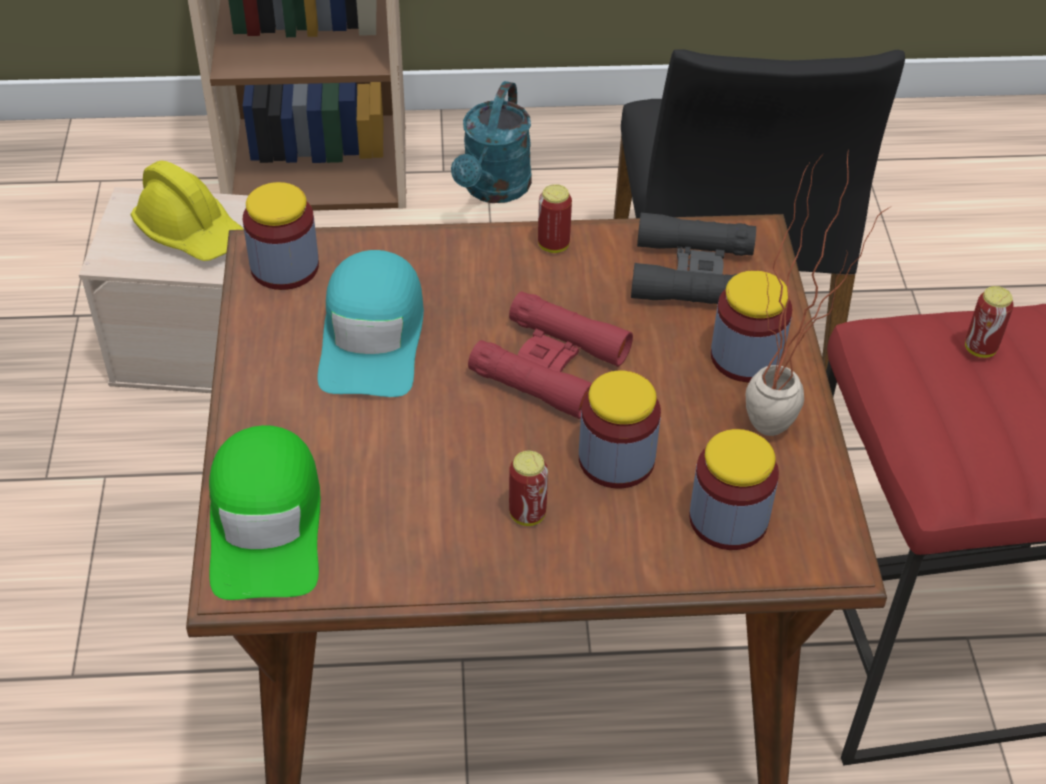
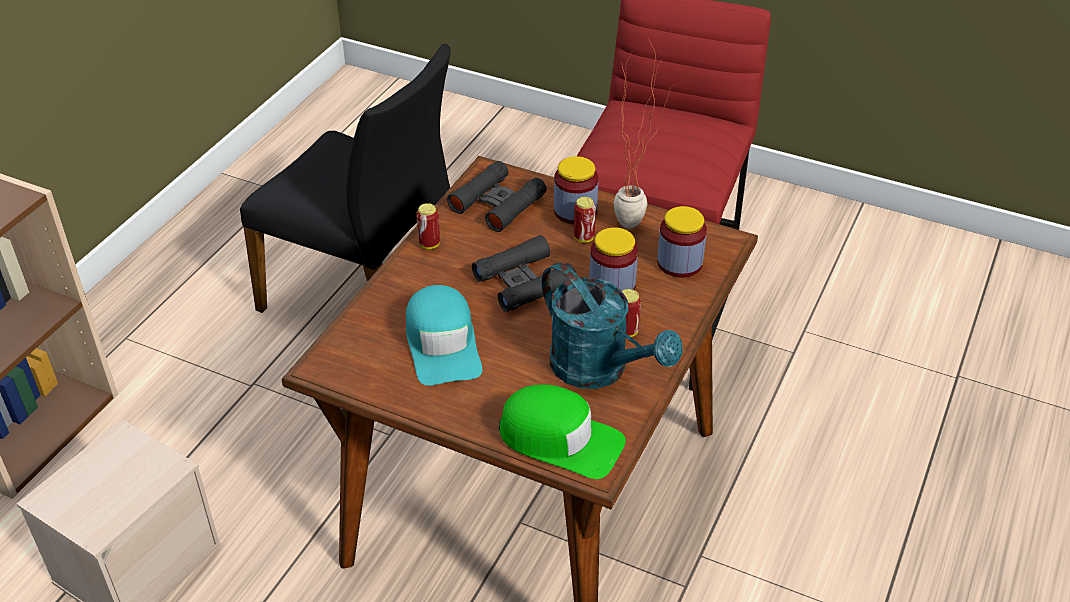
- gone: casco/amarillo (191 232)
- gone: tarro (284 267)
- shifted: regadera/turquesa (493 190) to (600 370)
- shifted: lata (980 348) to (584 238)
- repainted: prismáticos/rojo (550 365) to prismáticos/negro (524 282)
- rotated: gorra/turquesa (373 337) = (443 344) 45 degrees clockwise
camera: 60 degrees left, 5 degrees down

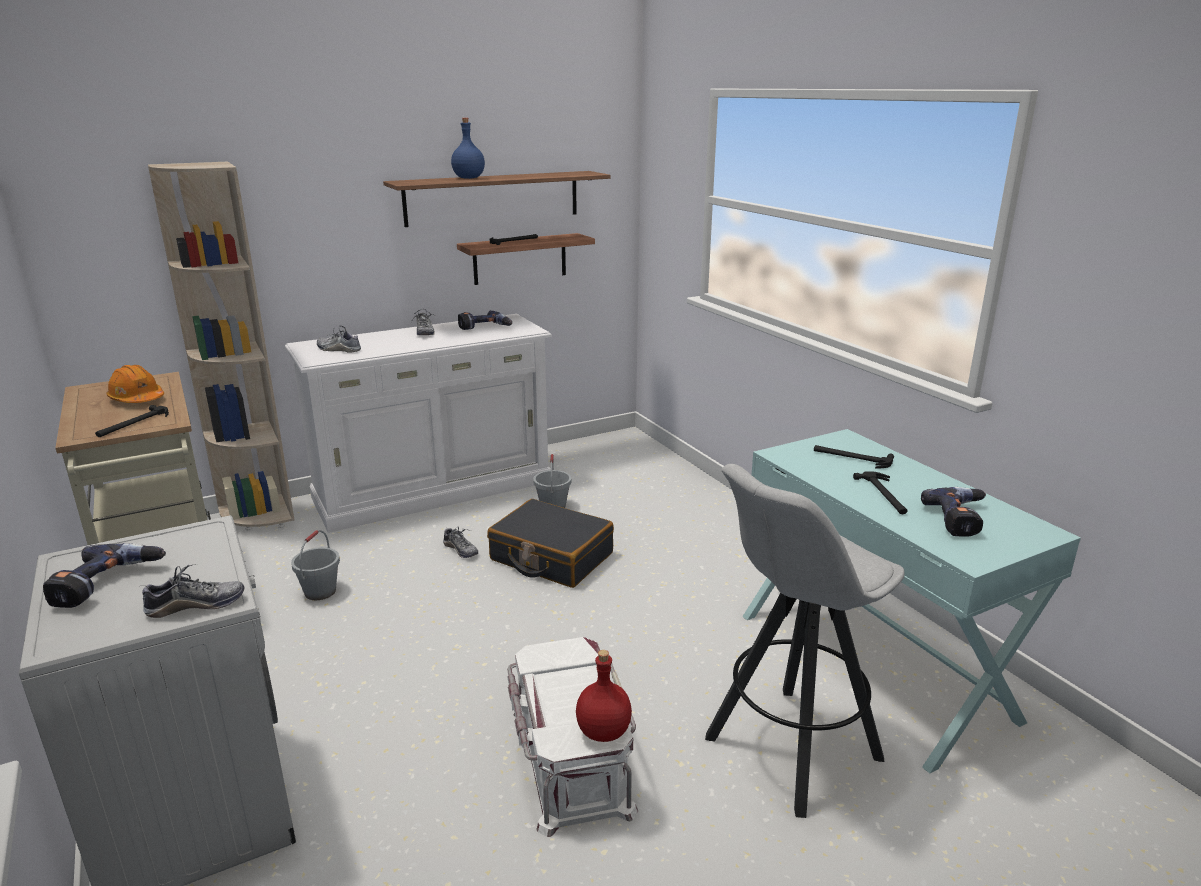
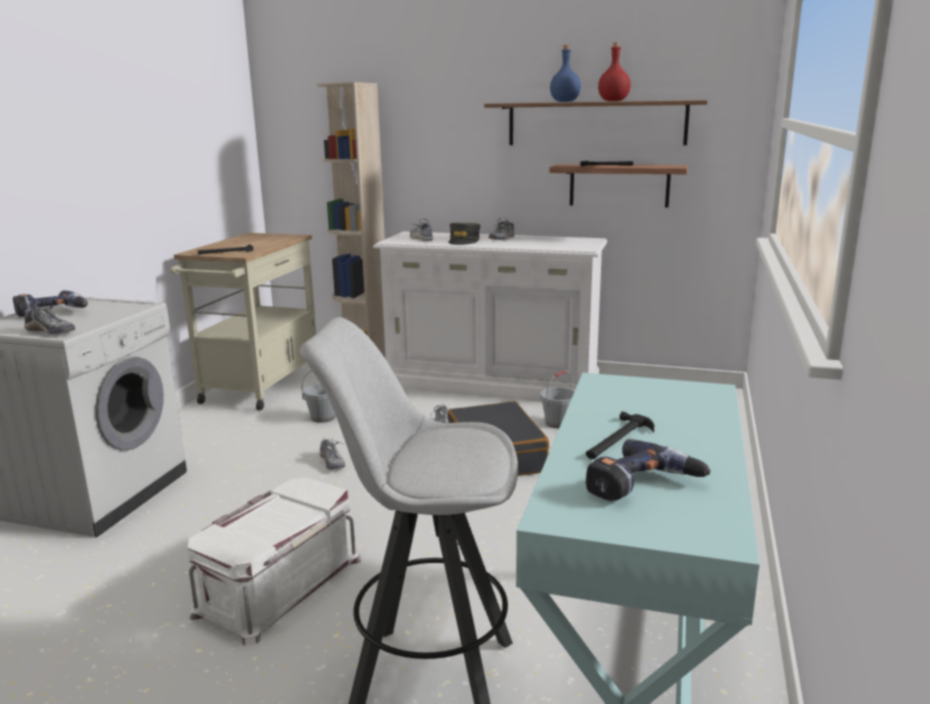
- gone: casco/naranja (137 399)
- gone: taladro (485 328)
- gone: martillo (852 458)
- new: zapato (332 462)
- new: gorra/gris (464 241)
- shifted: botella/rojo (602 731) to (613 101)
camera: 45 degrees right, 5 degrees down

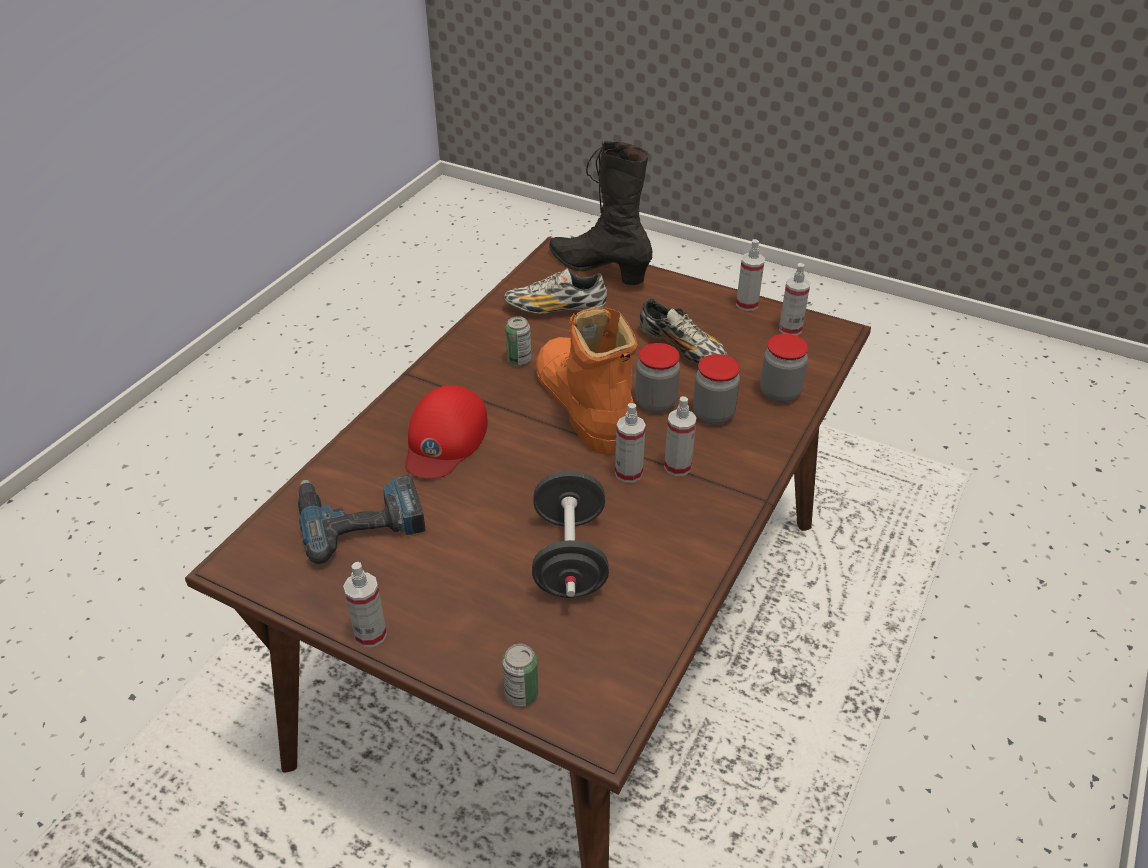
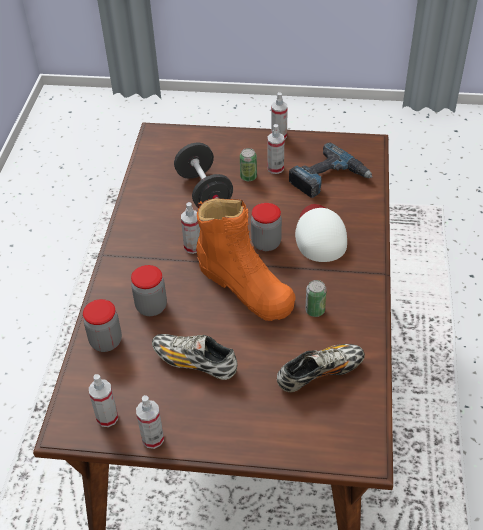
- gone: bota/negro (599 269)
- shifted: lata (521 694) to (248 177)
- shifted: tarro (655 403) to (266 243)
- shifted: pulverizador (677 466) to (275 168)
- repainted: gorra/rojo (444 439) to gorra/blanco (320 234)
camera: 160 degrees right, 5 degrees up

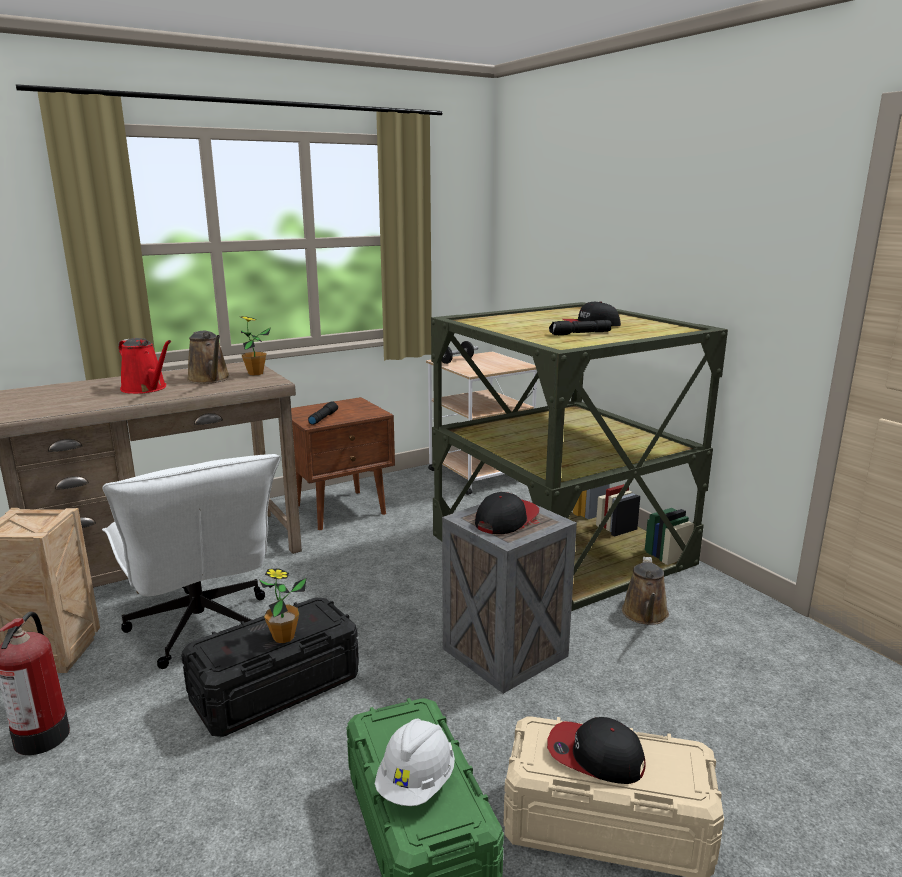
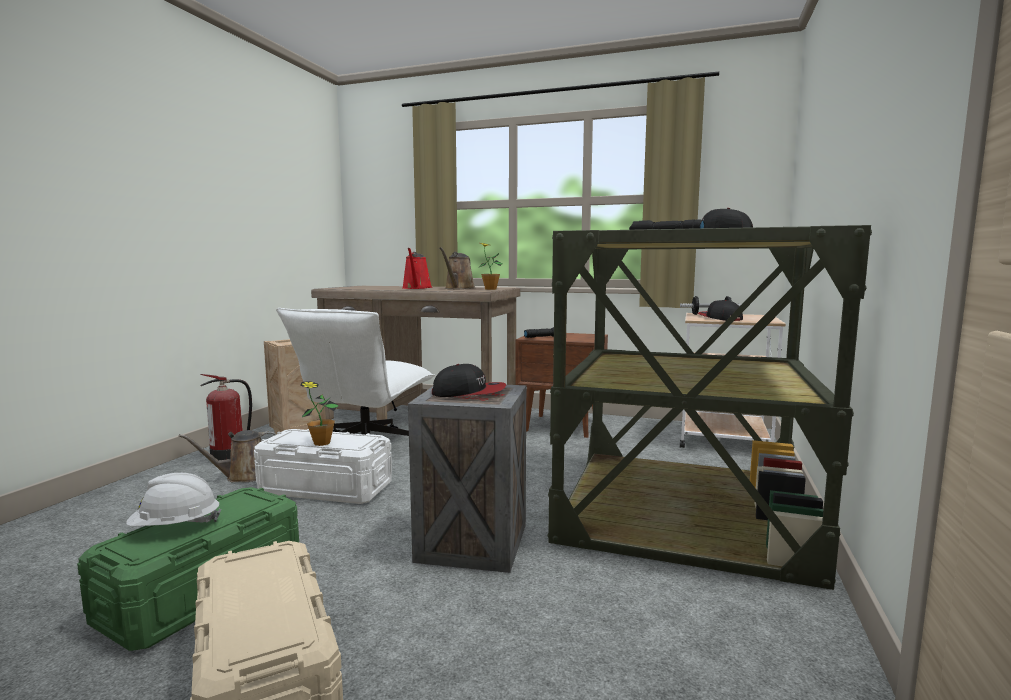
- shifted: gorra (595 756) to (719 318)
- shifted: regadera/marrón (645 615) to (243 476)
- repainted: caja de almacenaje/negro (275 688) to caja de almacenaje/blanco (325 488)
camera: 50 degrees right, 10 degrees down

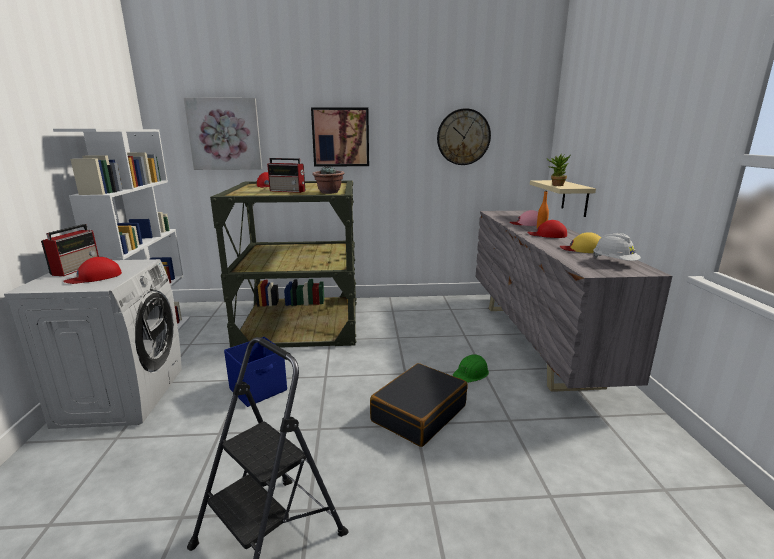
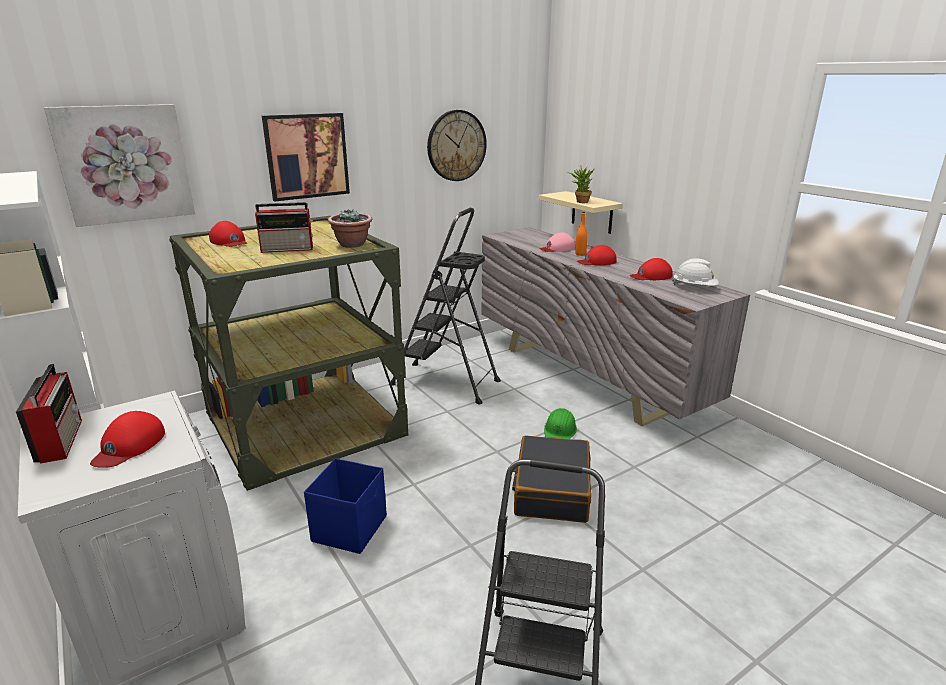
- new: escalera de tijera (446 383)
- repainted: gorra/amarillo (583 249) to gorra/rojo (651 276)
camera: 30 degrees left, 5 degrees up

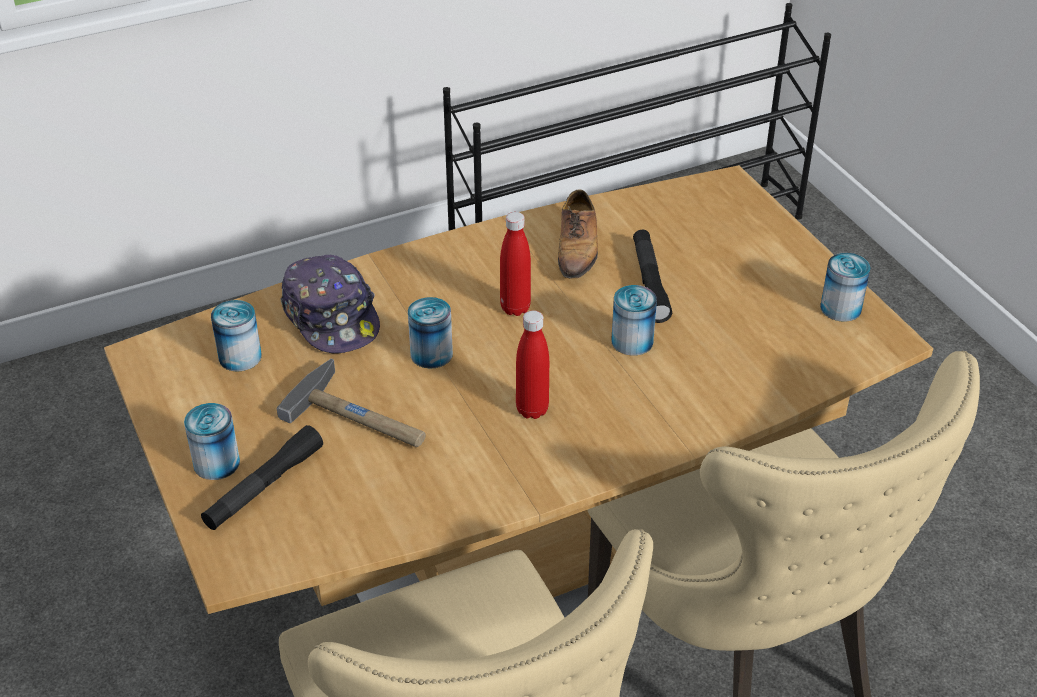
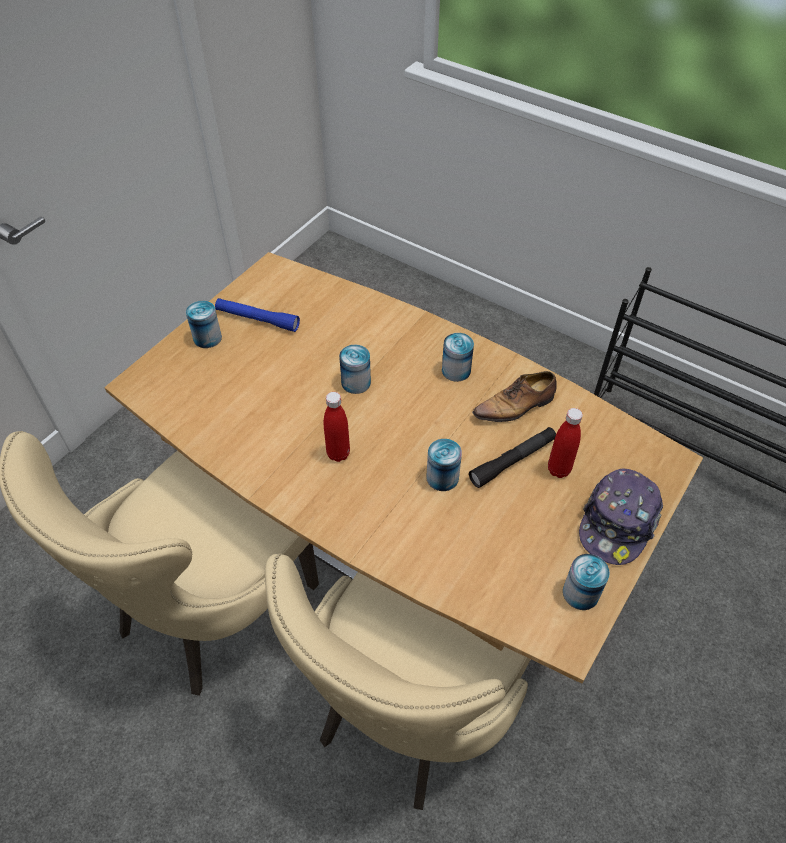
- gone: linterna/negro (264 487)
- gone: martillo (361 417)
- new: linterna/azul (257 319)
- shifted: lata (240 357) to (456 370)
- shifted: gorra (331 317) to (617 523)
- shifted: botella/rojo (515 308) to (558 470)
camera: 60 degrees right, 10 degrees up

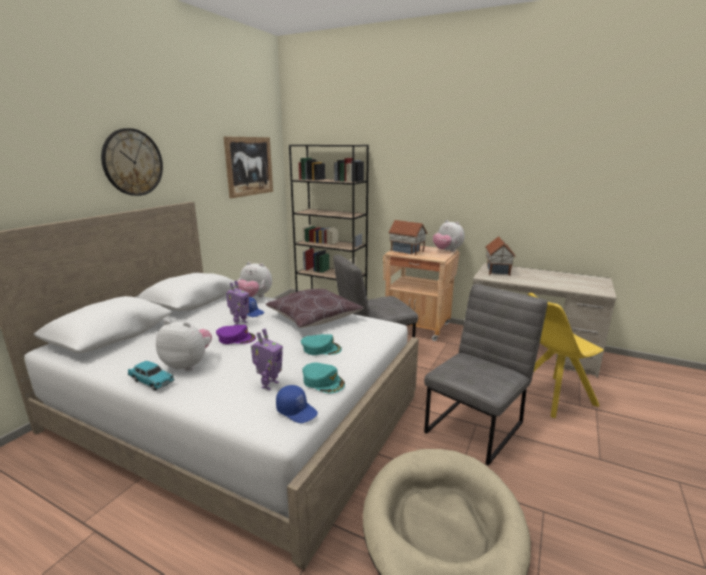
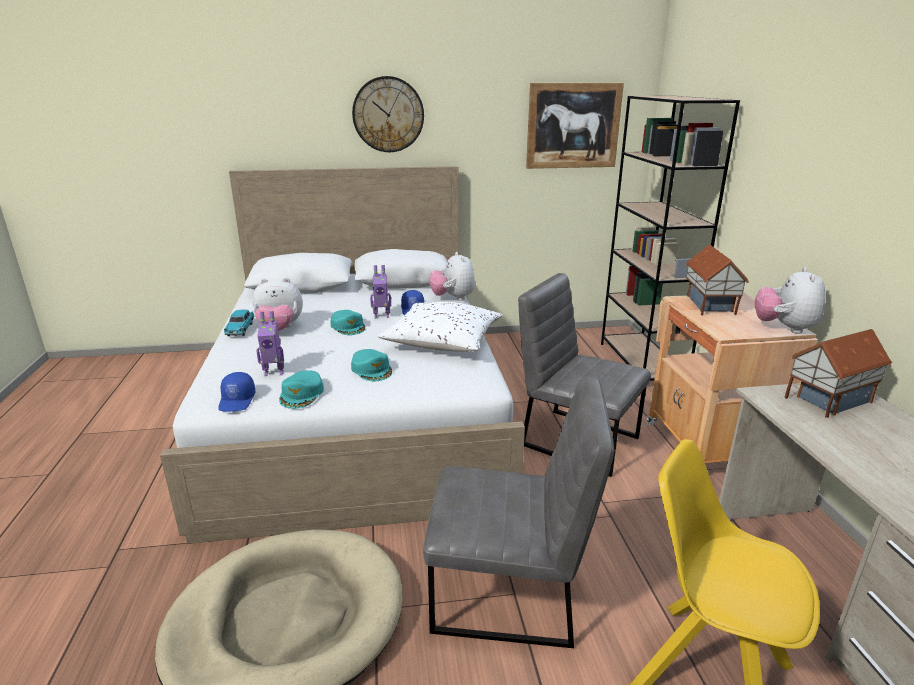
- repainted: gorra/morado (236 338) to gorra/turquesa (348 326)
- repainted: cojín/marrón (314 318) to cojín/blanco (443 341)
- rotated: peluche (188 364) = (279 329) 105 degrees clockwise
camera: 55 degrees right, 5 degrees up

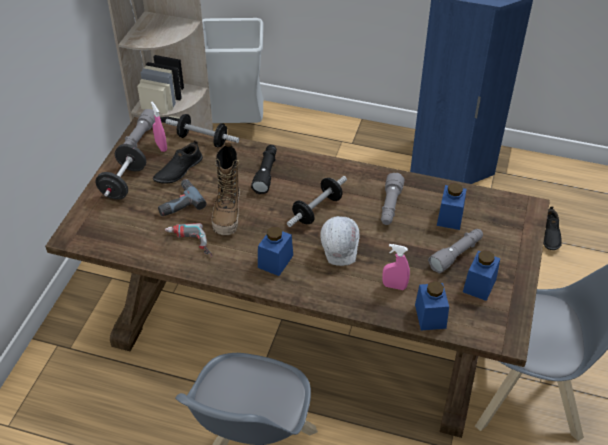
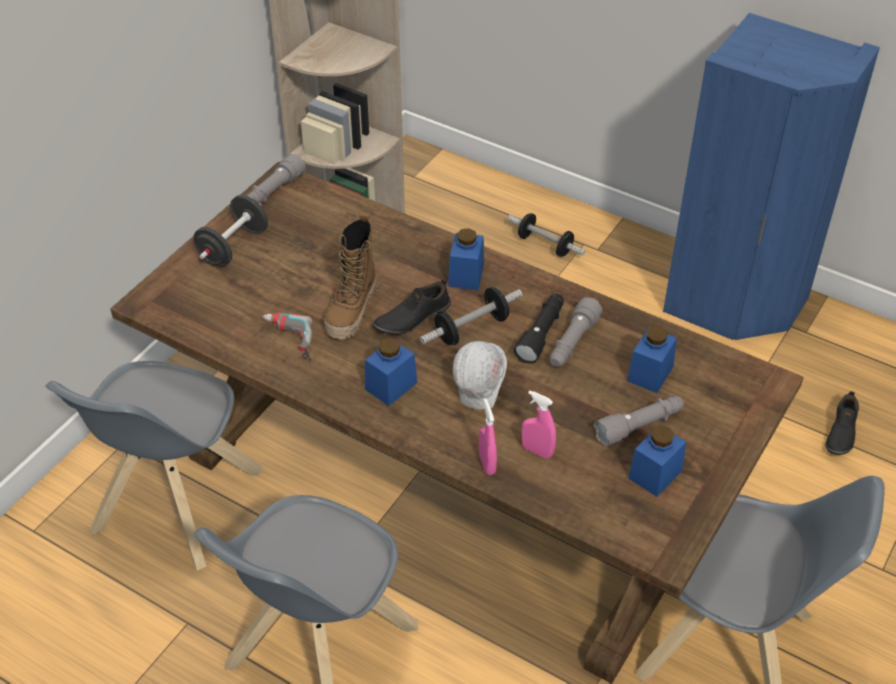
- gone: taladro (178 202)
- gone: papelera/gris (237 125)
- new: silla/gris (175 504)
- shifted: pulverizador/rosa (161 146) to (487 464)
- shifted: zapato/negro (178 170) to (412 317)
- shifted: mancuerna (203 140) to (545 245)
- shifted: linterna/negro (266 173) to (541 334)
- shifted: tarro/azul (430 316) to (466 275)
camera: 15 degrees right, 0 degrees up

